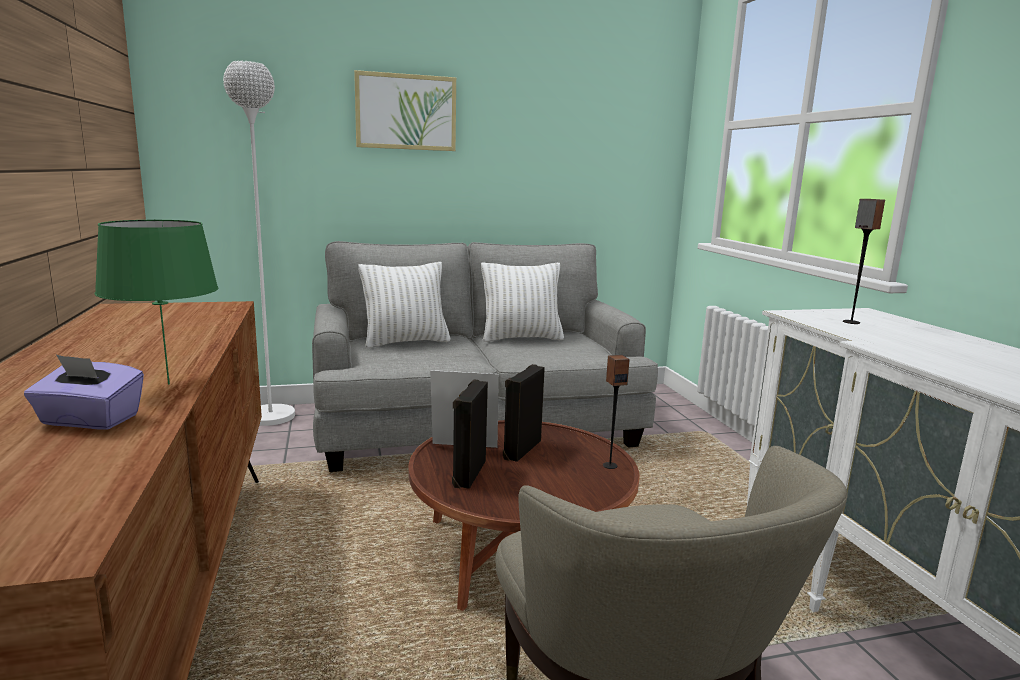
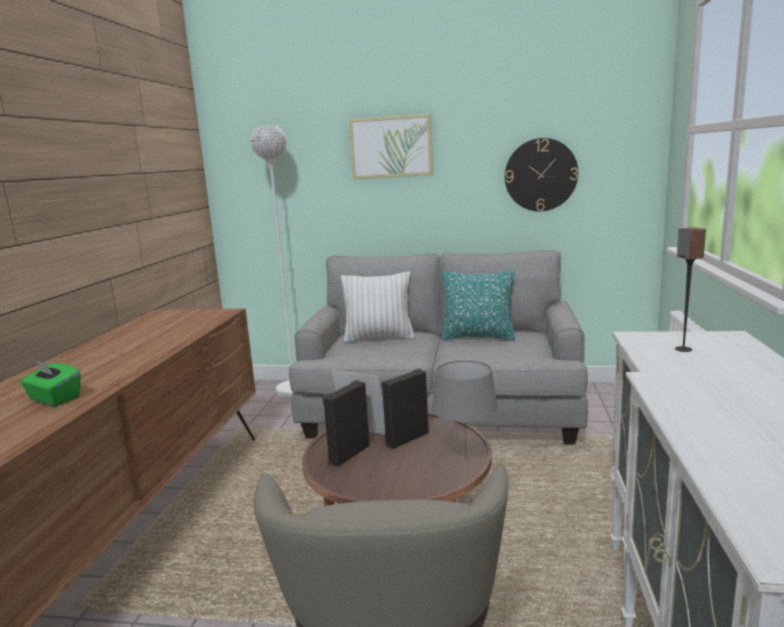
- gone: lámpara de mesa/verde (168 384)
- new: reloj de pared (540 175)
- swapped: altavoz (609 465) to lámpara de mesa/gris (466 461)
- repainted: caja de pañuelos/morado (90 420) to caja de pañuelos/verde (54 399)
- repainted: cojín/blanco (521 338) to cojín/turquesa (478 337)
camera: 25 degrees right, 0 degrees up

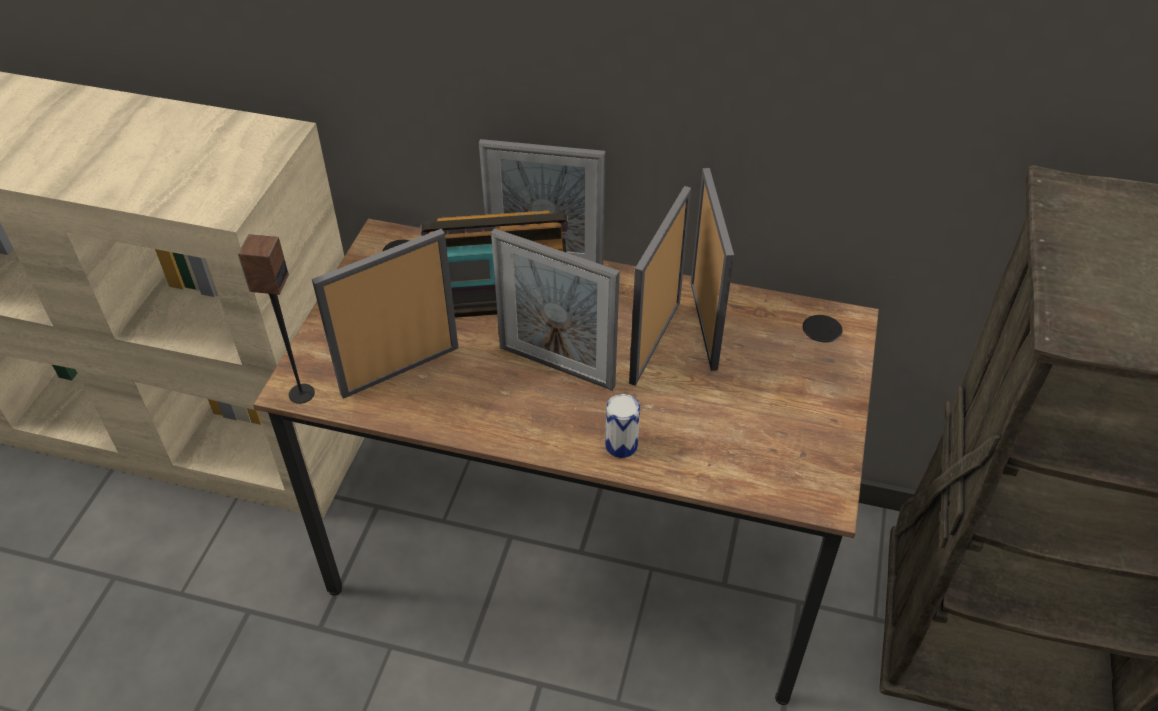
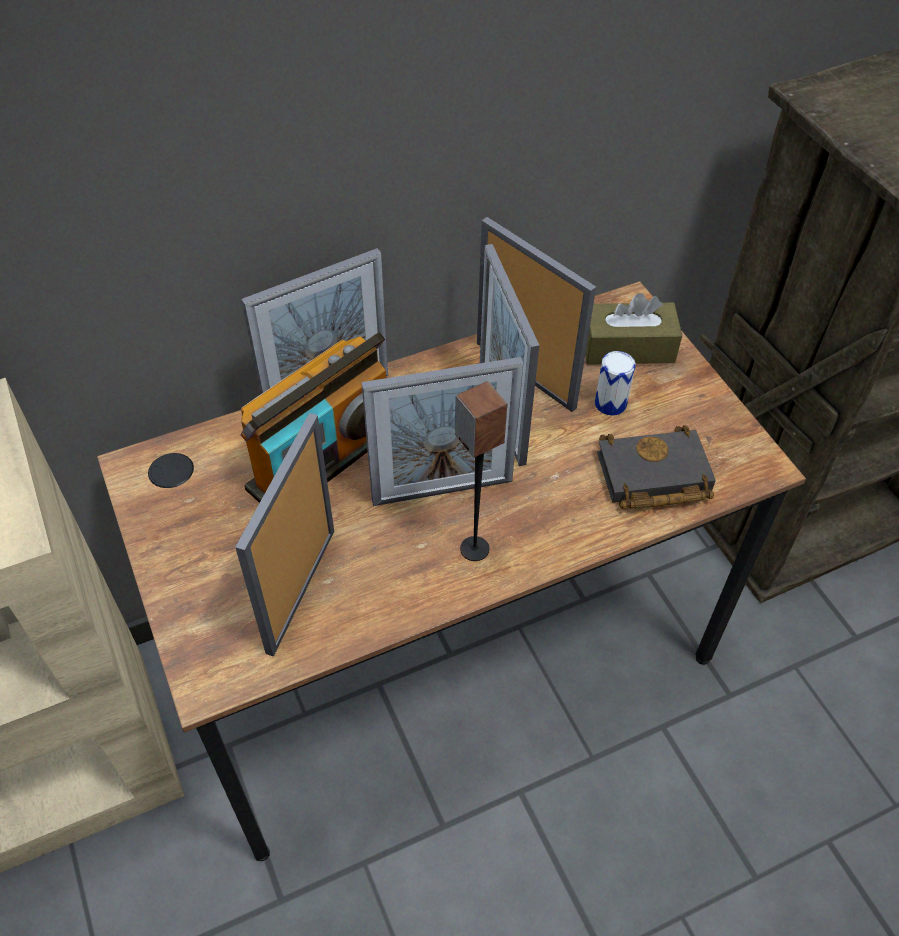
- new: caja de pañuelos/marrón (627 347)
- new: libro/negro (651 477)
- shifted: altavoz (301 393) to (474 549)
- shifted: lata (621 445) to (610 403)
camera: 40 degrees left, 5 degrees up

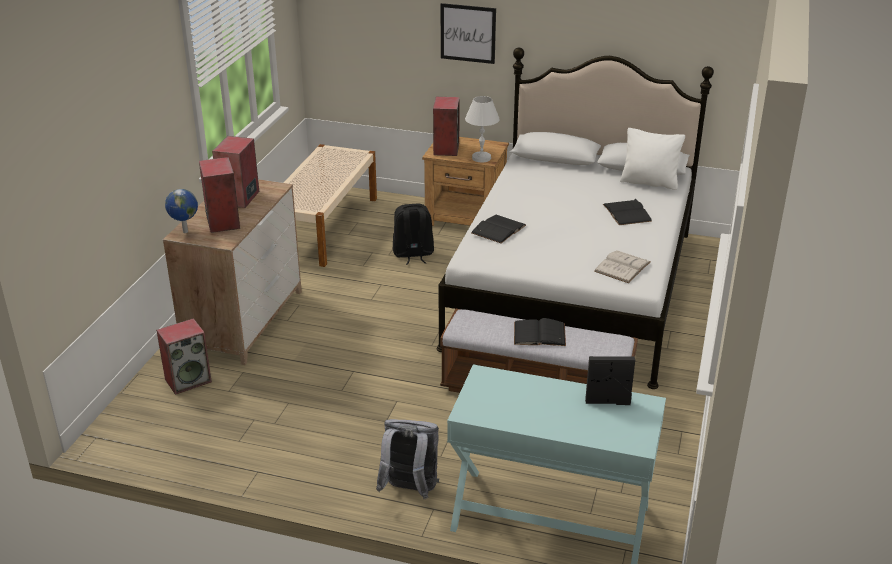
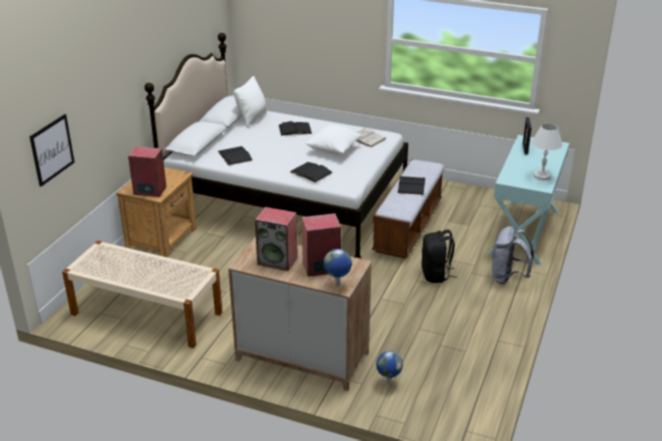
- new: libro/negro (235 156)
- new: cojín/blanco (334 150)
- shifted: mochila/negro (413 254) to (436 275)
- shifted: cuadro (468 33) to (52 149)
- shifted: lámpara de mesa/blanco (481 158) to (541 176)
- swapped: altavoz (188 380) to globo terráqueo (388 383)
camera: 85 degrees left, 0 degrees up

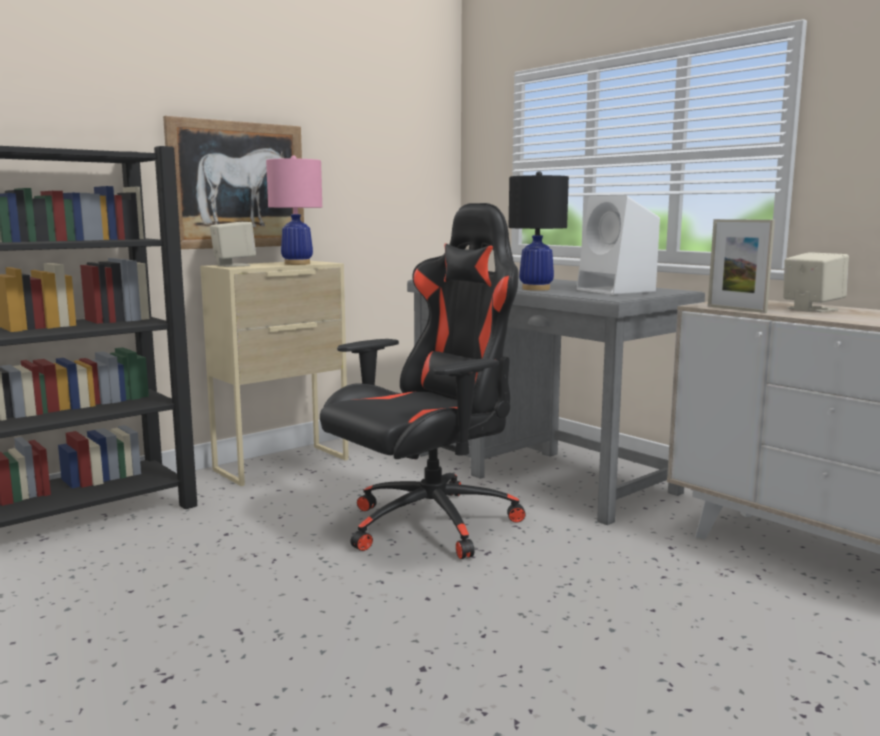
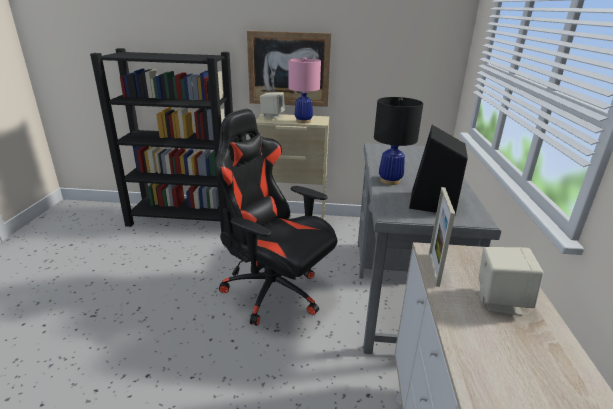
- repainted: altavoz/blanco (617 291) to altavoz/negro (432 203)
- rotated: silla de oficina/negro (421 528) = (278 295) 150 degrees counterclockwise
camera: 45 degrees right, 15 degrees up

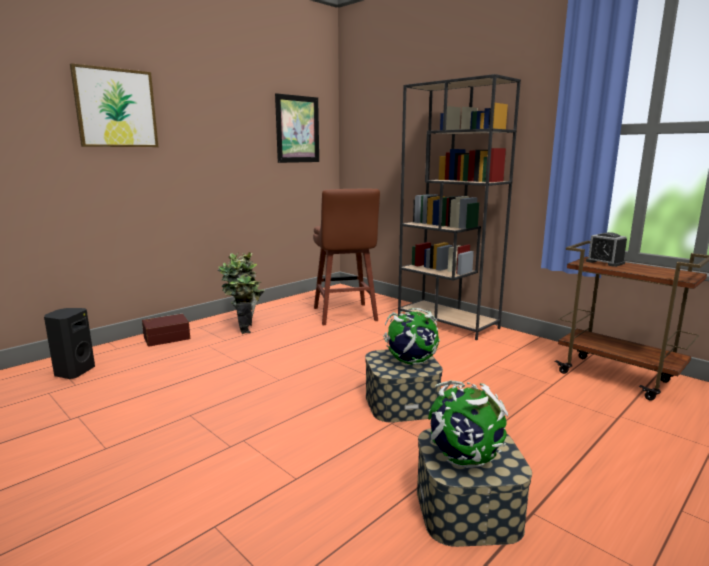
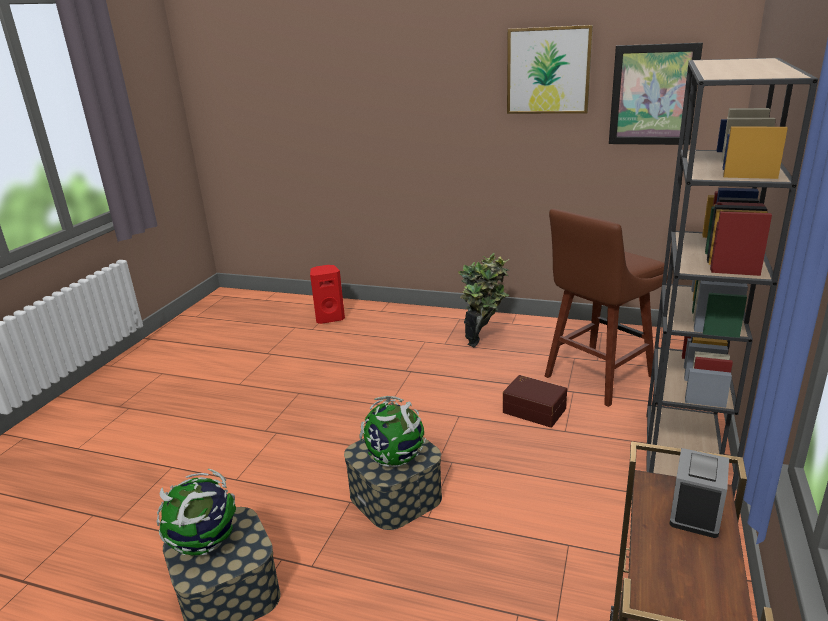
- shifted: cuadro (116 108) to (548 70)
- shifted: caja de almacenaje/marrón (166 337) to (534 409)
- repainted: altavoz/negro (73 372) to altavoz/rojo (329 318)
camera: 65 degrees right, 10 degrees up

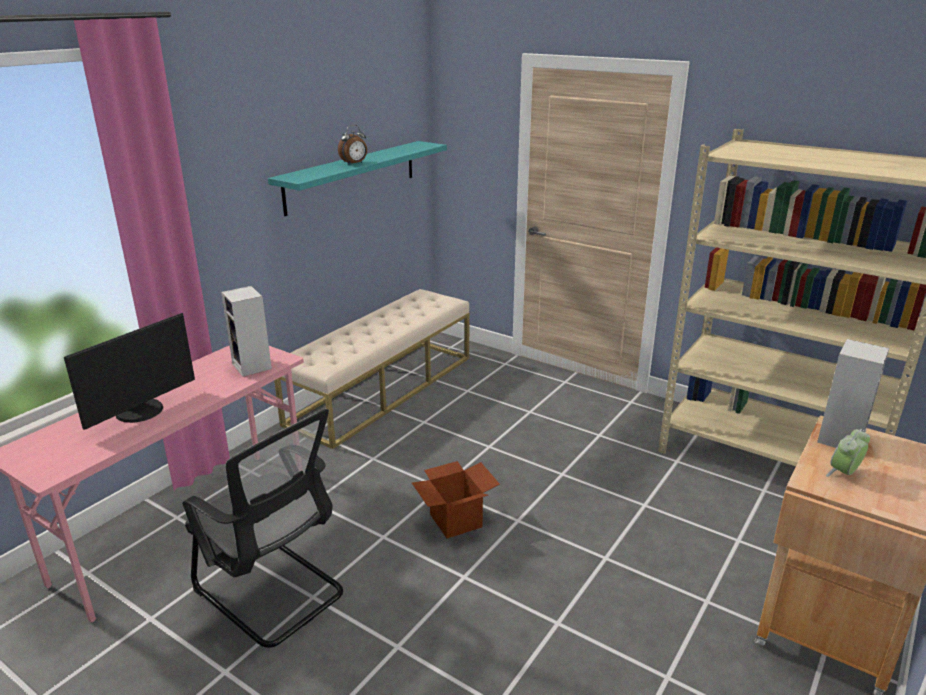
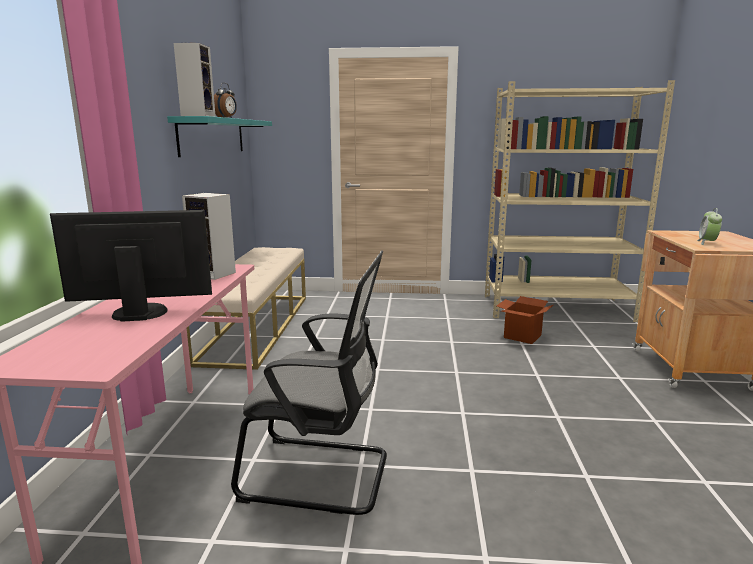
- shifted: caja de cartón (456 520) to (522 336)
- shifted: altavoz (840 437) to (198 116)
- rotated: monitor (141 411) = (140 312) 105 degrees counterclockwise
camera: 30 degrees left, 10 degrees down

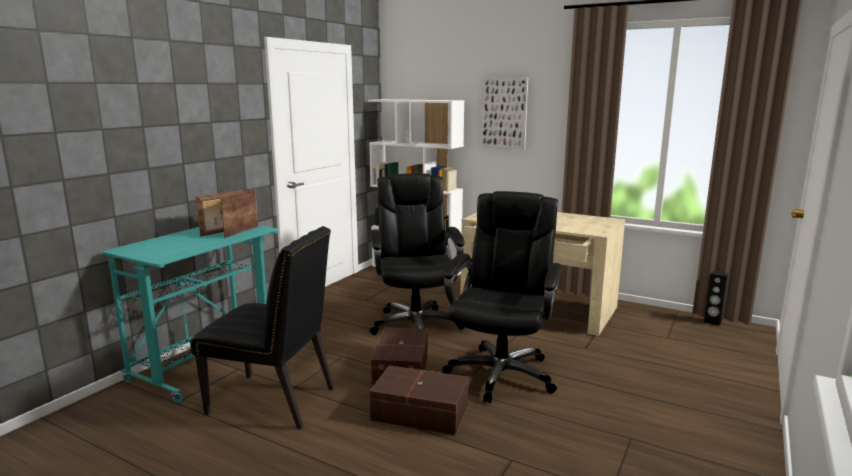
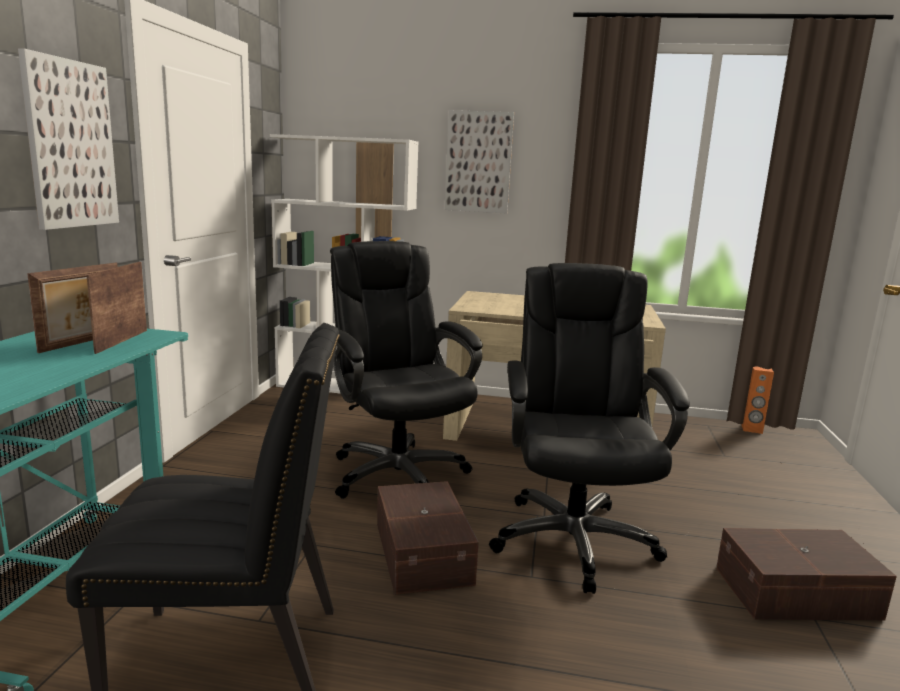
- new: cuadro (71 144)
- shifted: caja de almacenaje/marrón (420 413) to (798 594)
- repainted: altavoz/negro (712 322) to altavoz/naranja (752 429)
camera: 20 degrees left, 0 degrees up

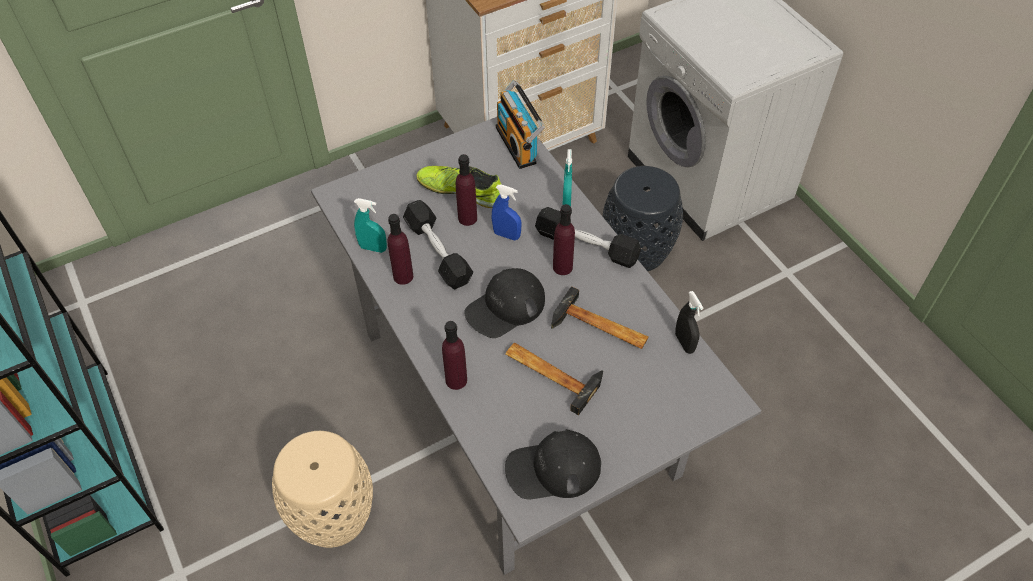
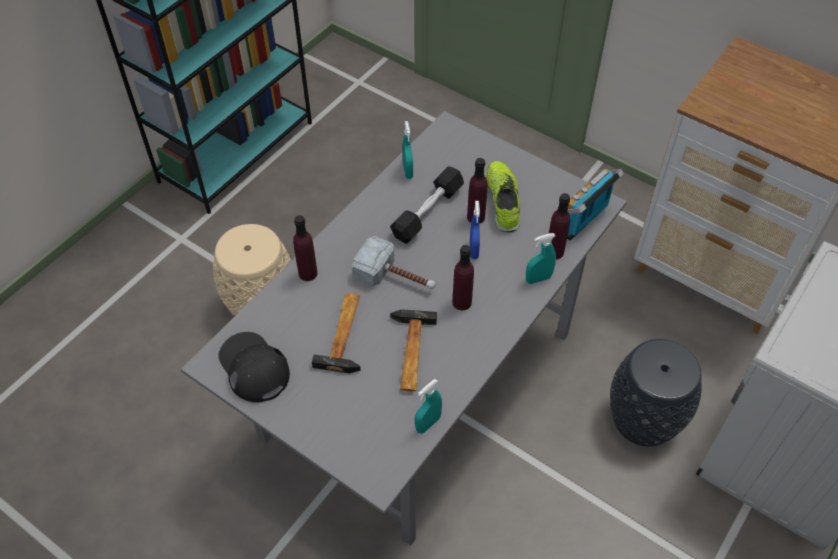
- gone: mancuerna/negro (587 246)
- shifted: botella/morado (403 276) to (554 252)
- swapped: gorra/negro (505 307) to martillo (396 278)
- repainted: pulverizador/negro (684 343) to pulverizador/turquesa (428 424)
camera: 65 degrees right, 0 degrees up

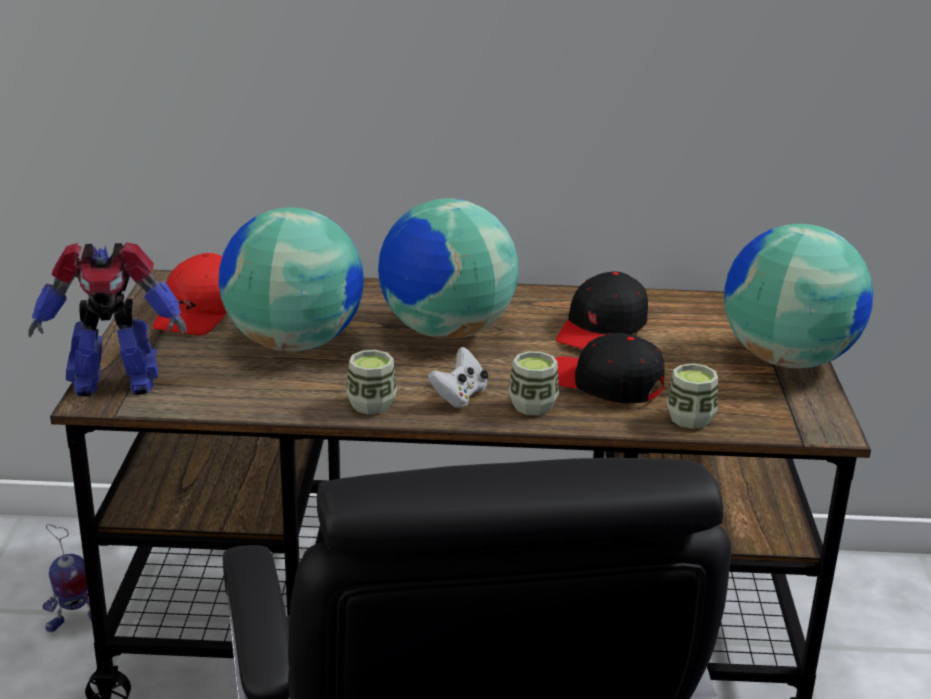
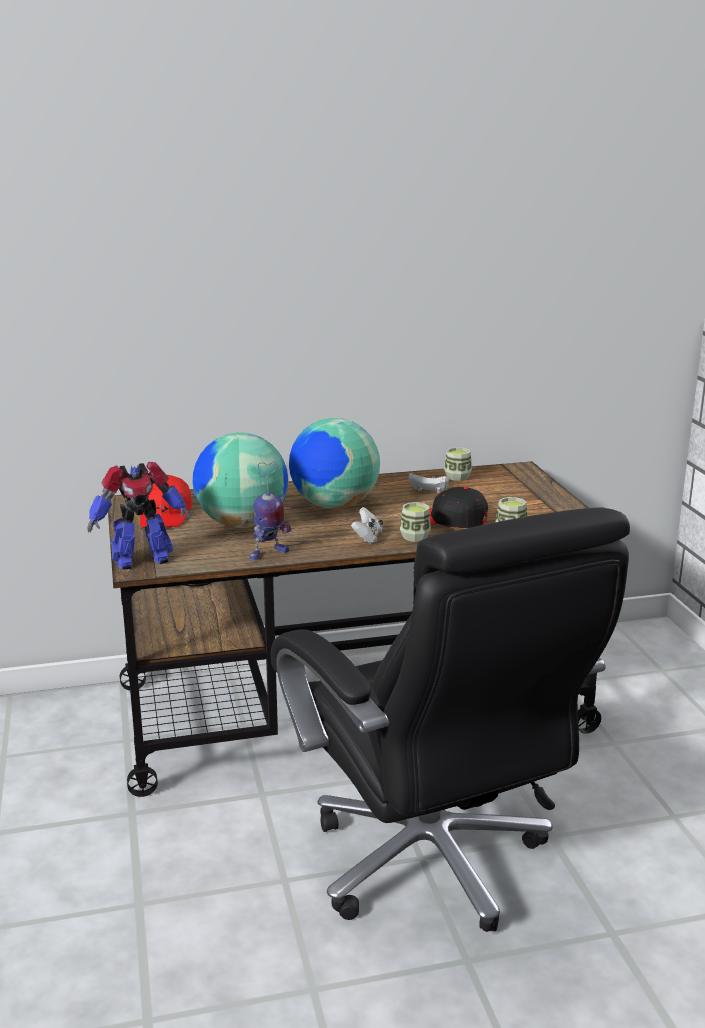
- gone: globo terráqueo (786 360)
- shifted: robot de juguete (74 623) to (268 554)
- shifted: taza (371 404) to (457 477)
- swapped: gorra/negro (602 329) to mando de consola/blanco (428 493)
camera: 15 degrees left, 5 degrees down

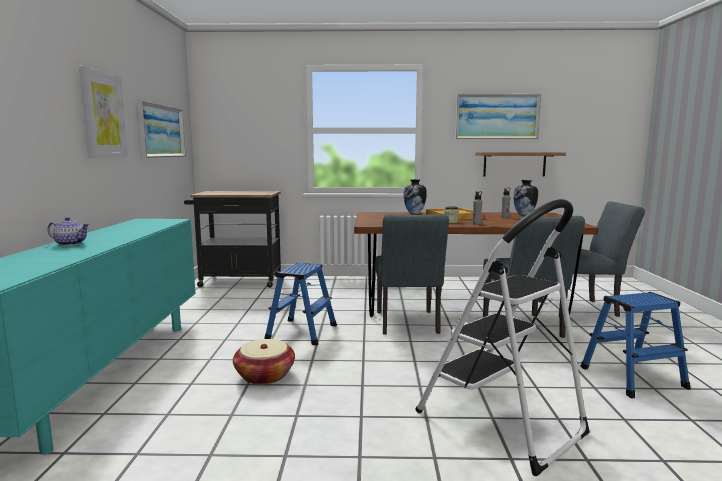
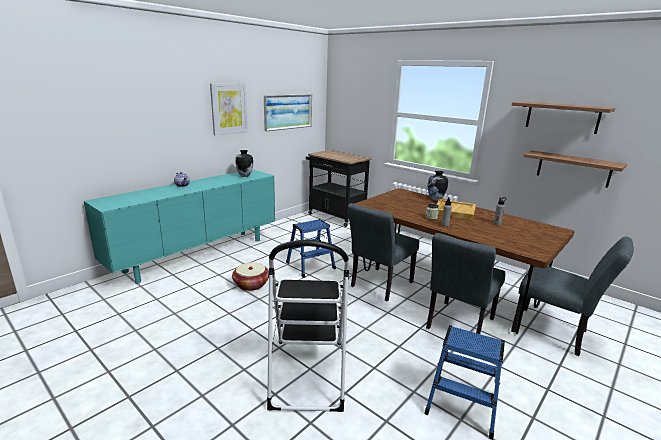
- shifted: florero (524 215) to (244 176)
- swapped: cuadro (497 116) to estante (562 117)
camera: 40 degrees right, 10 degrees up

